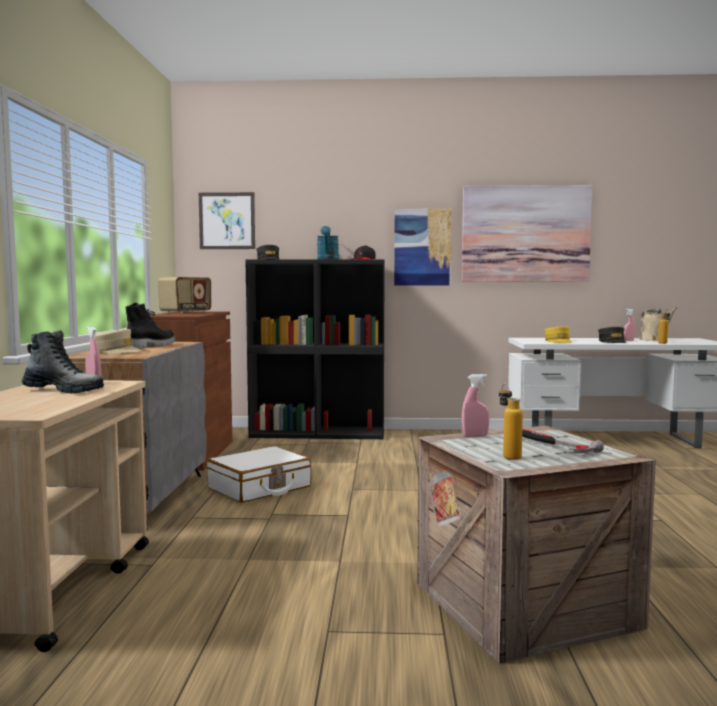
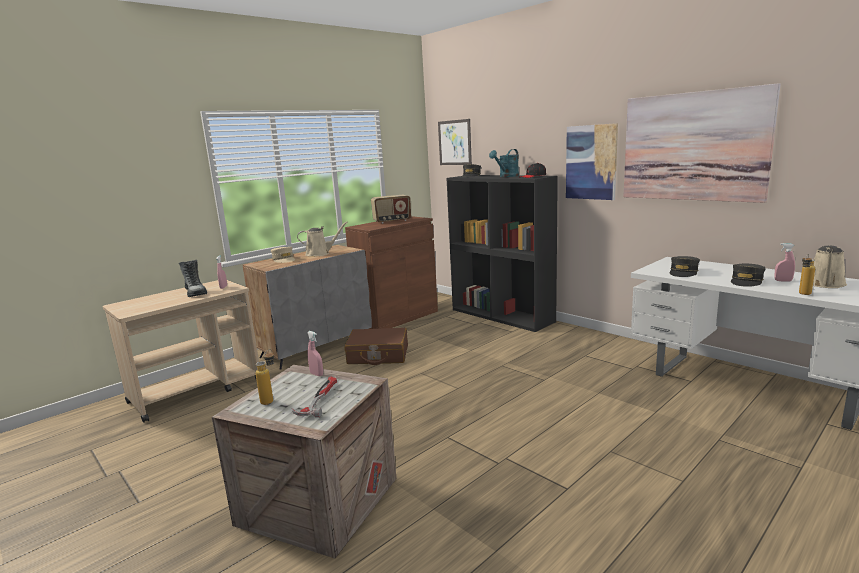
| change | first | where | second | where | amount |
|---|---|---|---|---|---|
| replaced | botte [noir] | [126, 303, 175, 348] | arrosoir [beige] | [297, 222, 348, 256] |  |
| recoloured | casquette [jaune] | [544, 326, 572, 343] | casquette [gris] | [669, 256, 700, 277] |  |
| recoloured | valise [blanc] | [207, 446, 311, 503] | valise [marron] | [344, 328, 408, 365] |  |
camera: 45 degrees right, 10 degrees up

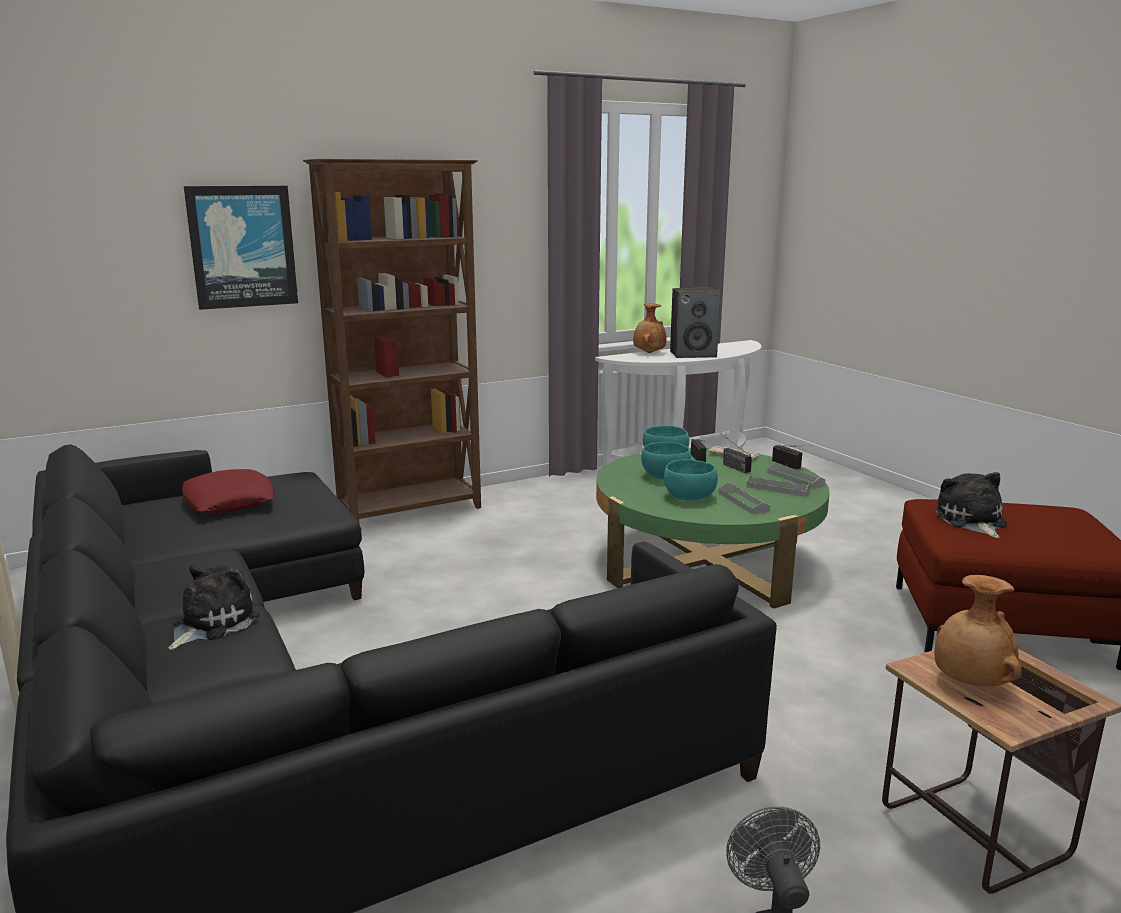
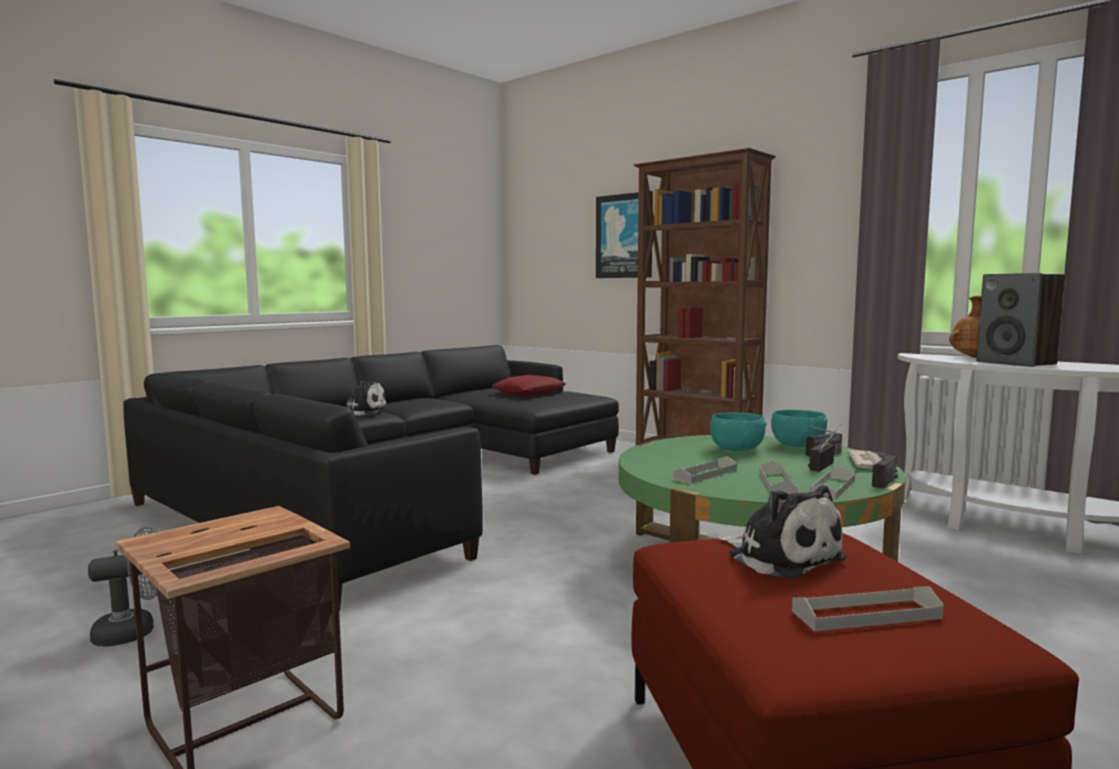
| change | first | where | second | where | amount |
|---|---|---|---|---|---|
| removed | bol [turquoise] | [664, 459, 718, 500] |  |  |  |
| turned | peluche | [936, 472, 1007, 538] |  | [718, 485, 847, 579] | 75 degrees clockwise |
| removed | vase [marron] | [934, 575, 1022, 686] |  |  |  |
| added |  |  | plateau [gris] | [792, 586, 944, 631] |  |
camera: 70 degrees right, 10 degrees down

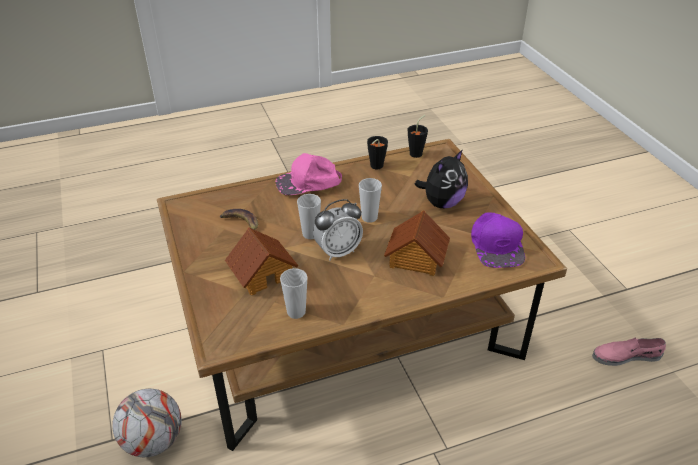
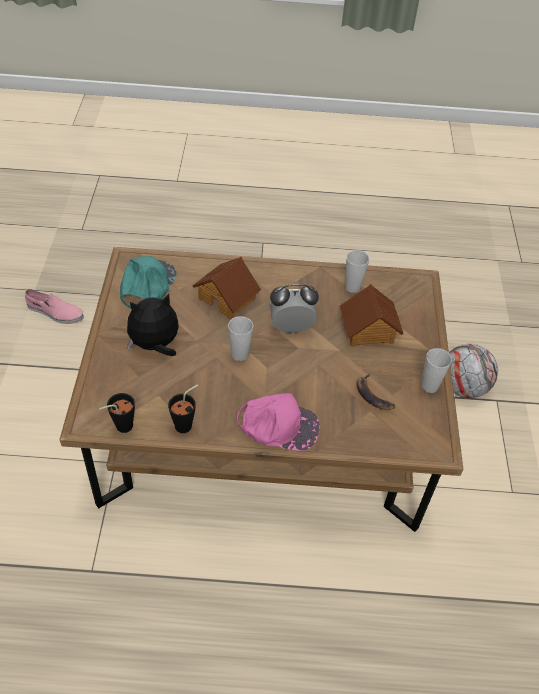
| change | first | where | second | where | amount |
|---|---|---|---|---|---|
| moved | tasse | [297, 194, 321, 239] |  | [421, 348, 452, 393] |  |
| recoloured | casquette [violet] | [471, 212, 525, 268] | casquette [turquoise] | [120, 256, 177, 309] |  |
camera: 160 degrees left, 10 degrees up

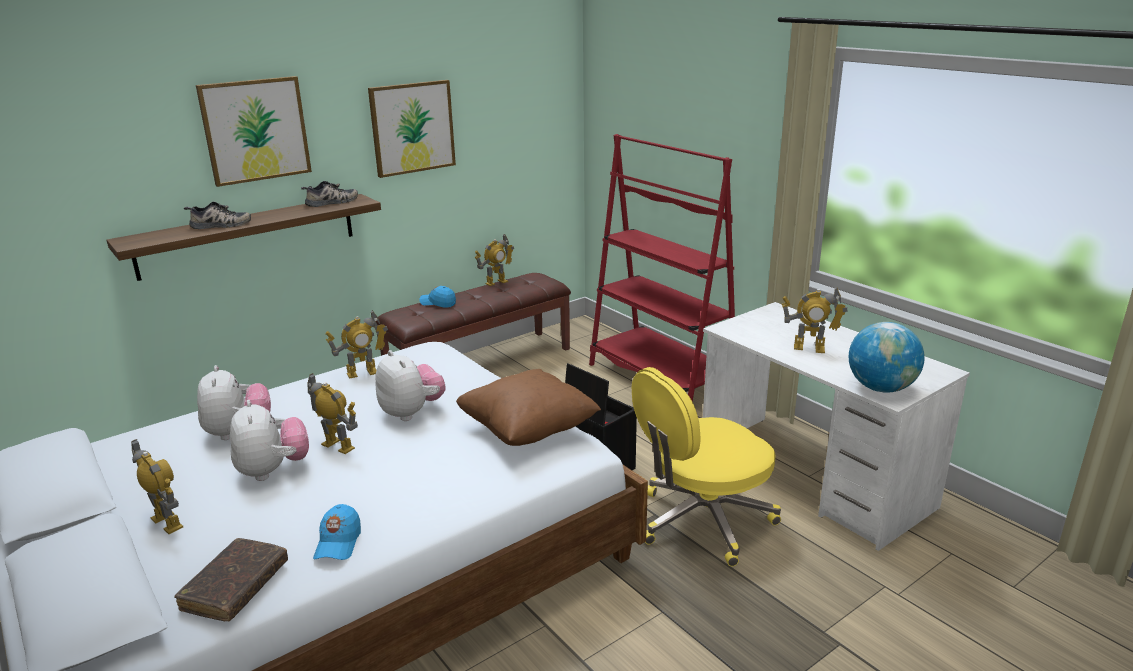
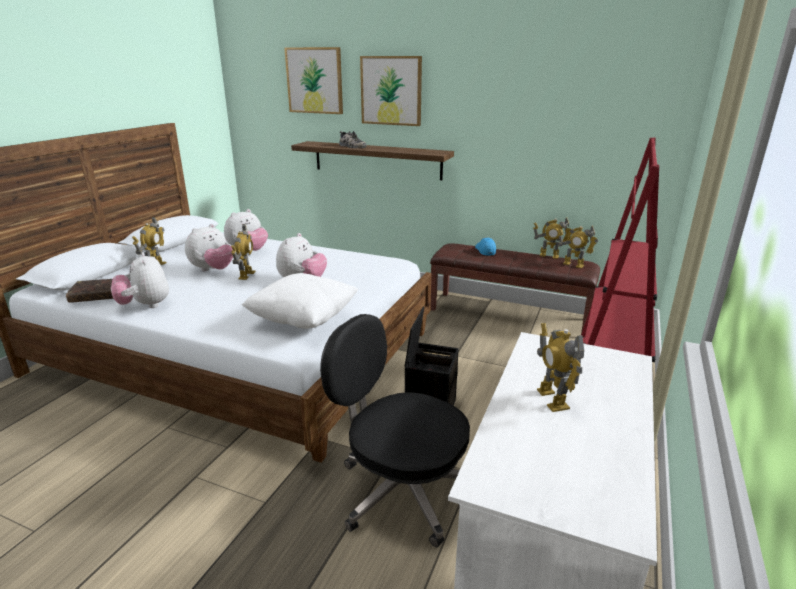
| change | first | where | second | where | amount |
|---|---|---|---|---|---|
| moved | tableau | [368, 80, 456, 178] |  | [284, 47, 343, 114] |  |
| removed | chaussure | [301, 181, 358, 207] |  |  |  |
| moved | robot jouet | [325, 310, 388, 379] |  | [558, 225, 598, 268] |  |
| removed | globe | [849, 322, 925, 393] |  |  |  |
| recoloured | chaise de bureau [jaune] | [632, 367, 781, 566] | chaise de bureau [noir] | [320, 314, 470, 547] |  |
| recoloured | coussin [marron] | [456, 369, 601, 446] | coussin [blanc] | [241, 273, 359, 329] |  |
| replaced | casquette [bleu] | [313, 504, 361, 560] | peluche | [111, 252, 169, 308] |  |
camera: 60 degrees right, 0 degrees up

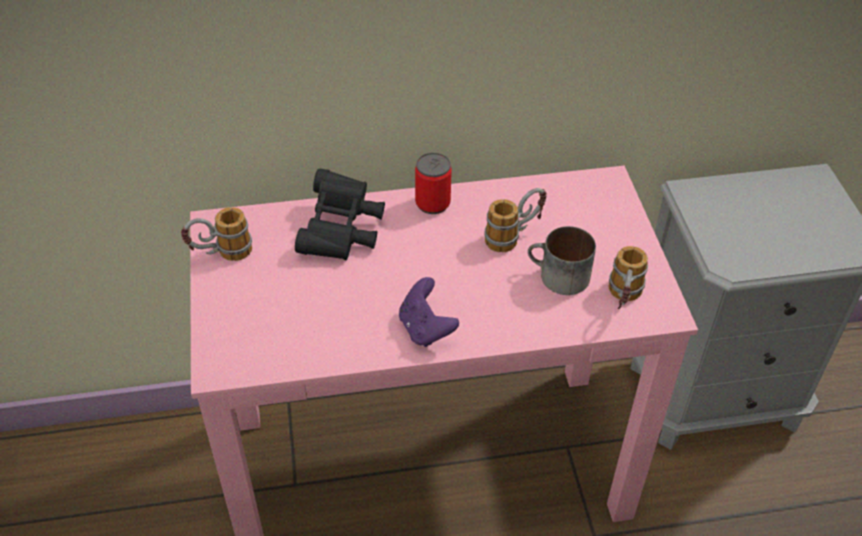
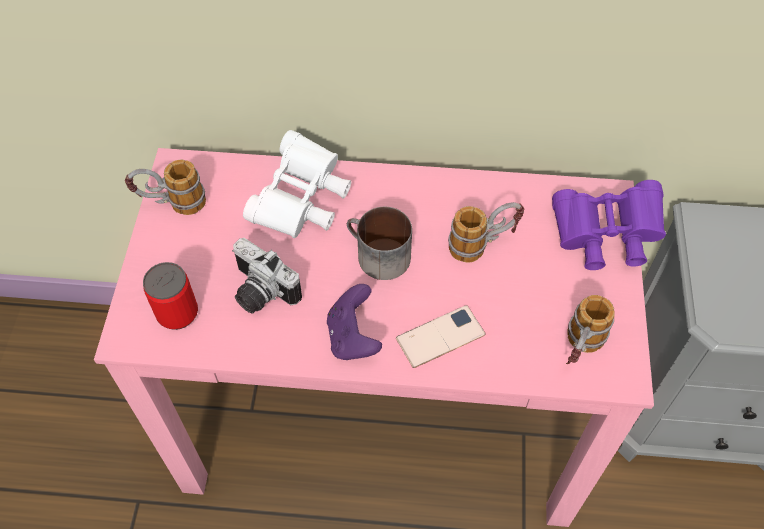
| change | first | where | second | where | amount |
|---|---|---|---|---|---|
| moved | boîte métallique | [415, 153, 452, 214] |  | [143, 262, 198, 330] |  |
| recoloured | jumelles [noir] | [295, 169, 385, 260] | jumelles [blanc] | [243, 130, 351, 238] |  |
| moved | mug | [528, 226, 596, 295] |  | [347, 207, 412, 280] |  |
| added |  |  | jumelles [violet] | [552, 180, 666, 270] |  |
| added |  |  | appareil photo | [232, 238, 302, 313] |  |
| added |  |  | téléphone | [396, 305, 486, 368] |  |
camera: 15 degrees right, 10 degrees up

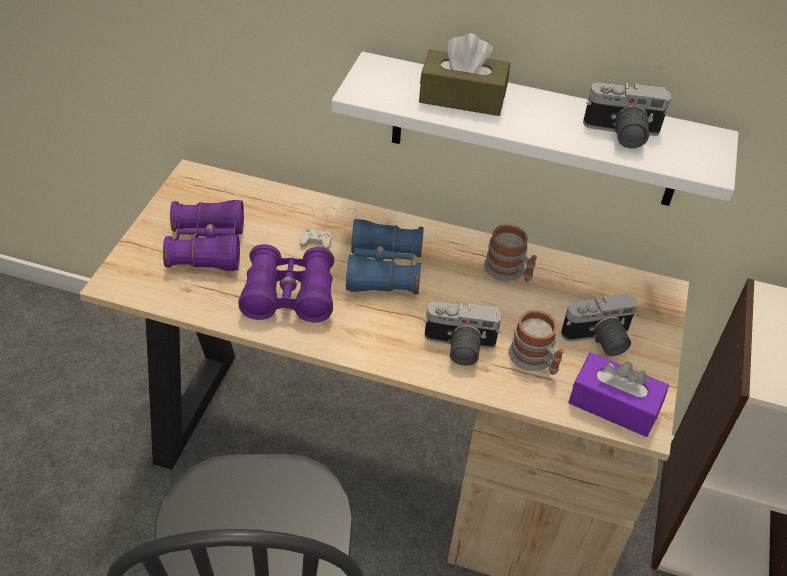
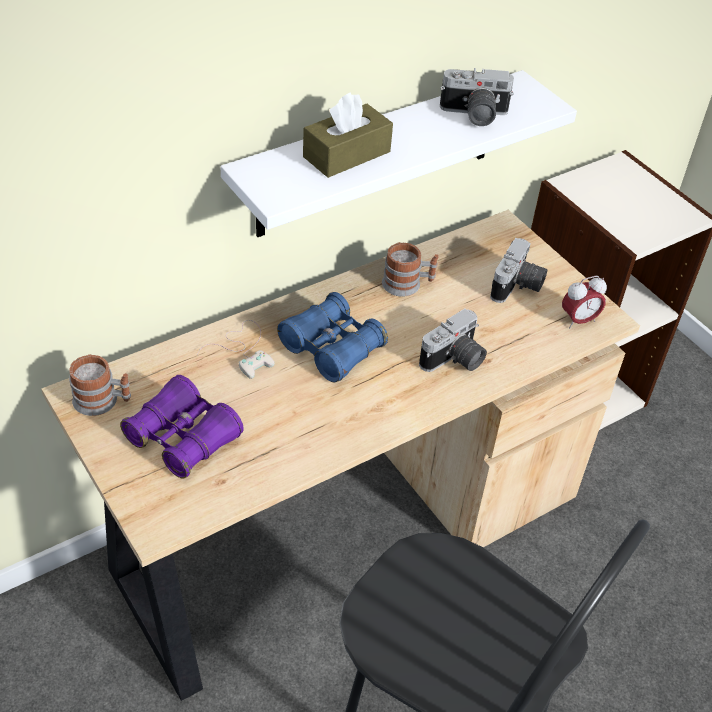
| change | first | where | second | where | amount |
|---|---|---|---|---|---|
| turned | appareil photo | [583, 82, 671, 149] |  | [440, 68, 514, 126] | 45 degrees clockwise |
| removed | jumelles [violet] | [238, 244, 334, 322] |  |  |  |
| moved | mug | [509, 310, 564, 375] |  | [69, 354, 131, 416] |  |
| replaced | boîte à mouchoirs [violet] | [568, 352, 669, 437] | réveil | [562, 276, 607, 328] |  |
camera: 50 degrees left, 0 degrees up

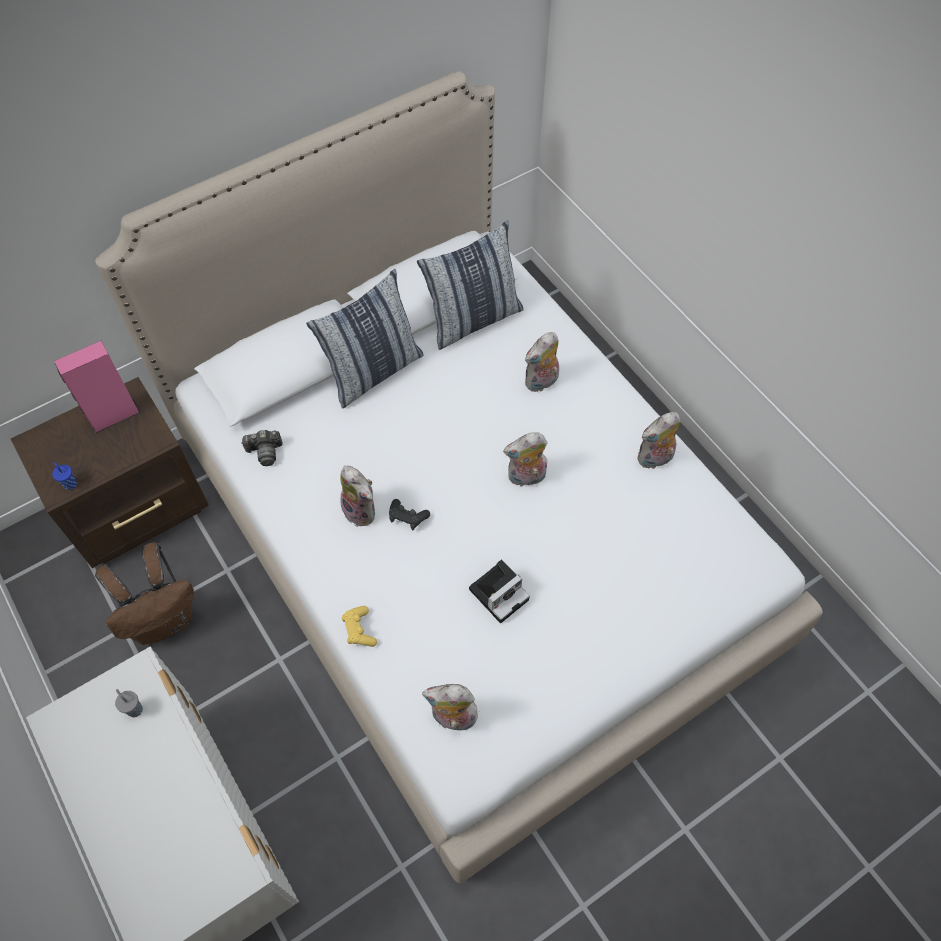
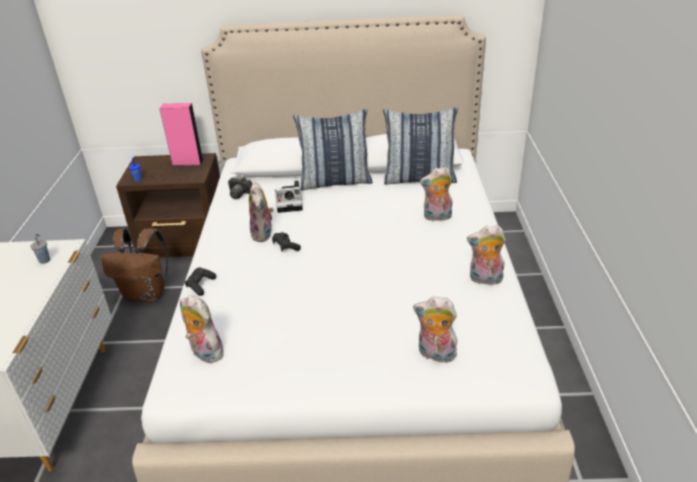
| change | first | where | second | where | amount |
|---|---|---|---|---|---|
| moved | peluche | [503, 432, 548, 487] |  | [413, 296, 459, 363] |  |
| moved | appareil photo | [469, 560, 530, 623] |  | [275, 181, 303, 213] |  |
| recoloured | manette [jaune] | [342, 606, 377, 647] | manette [noir] | [185, 267, 216, 296] |  |
camera: 35 degrees right, 25 degrees down

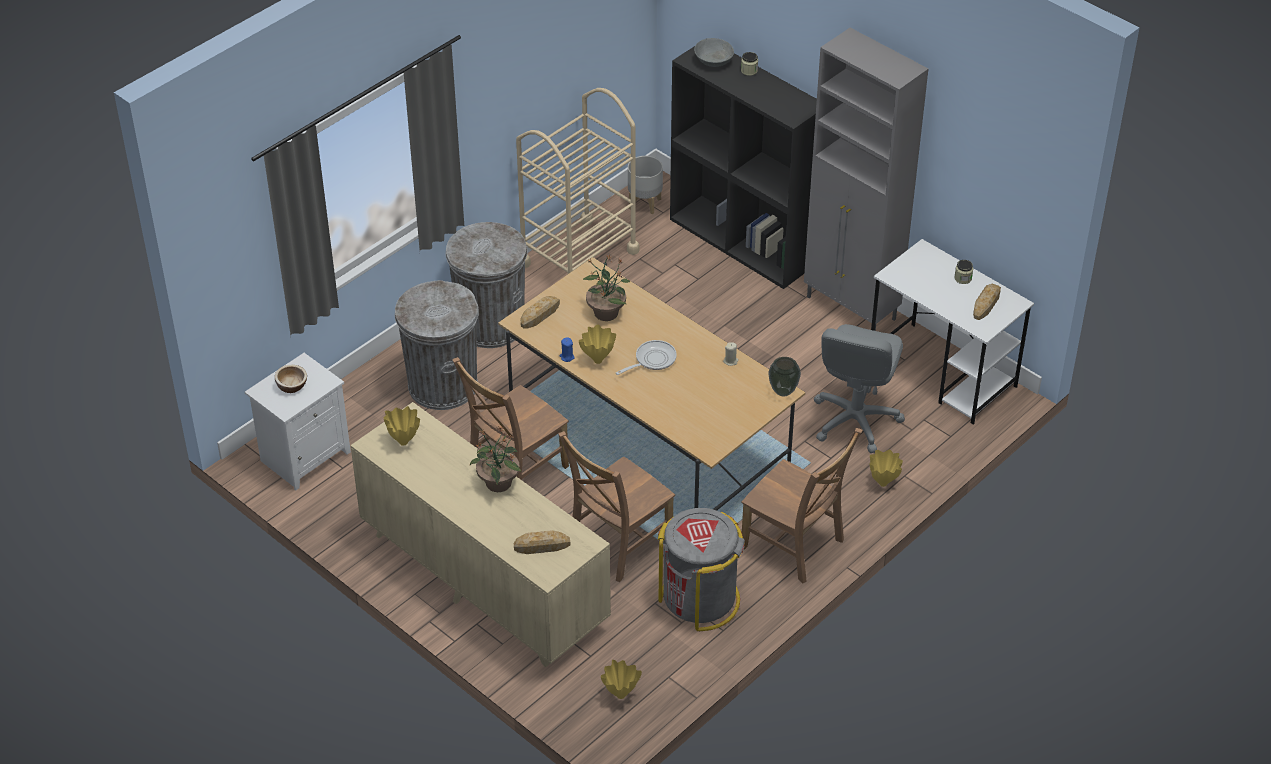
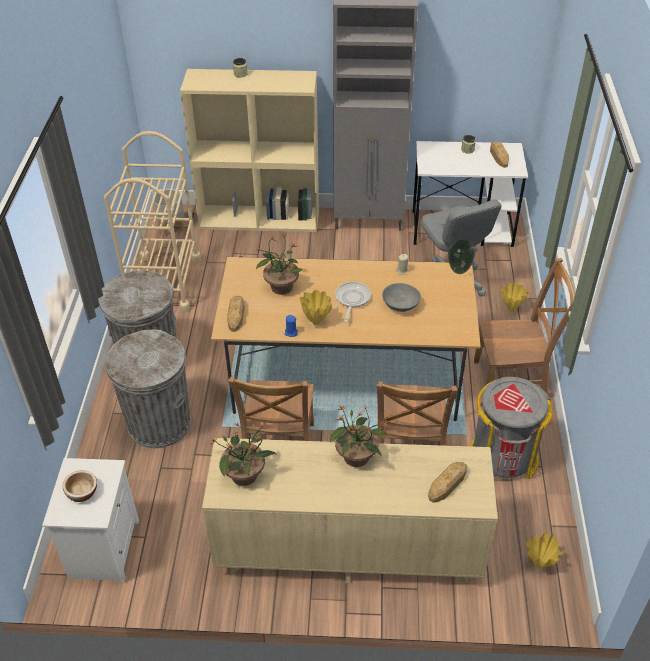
| change | first | where | second | where | amount |
|---|---|---|---|---|---|
| recoloured | bibliothèque [noir] | [670, 38, 817, 289] | bibliothèque [beige] | [180, 69, 319, 232] |  |
| moved | bol [gris] | [694, 38, 734, 67] |  | [382, 283, 421, 312] |  |
| replaced | vase [jaune] | [384, 406, 420, 446] | plante en pot | [210, 422, 276, 486] |  |
camera: 40 degrees left, 0 degrees up

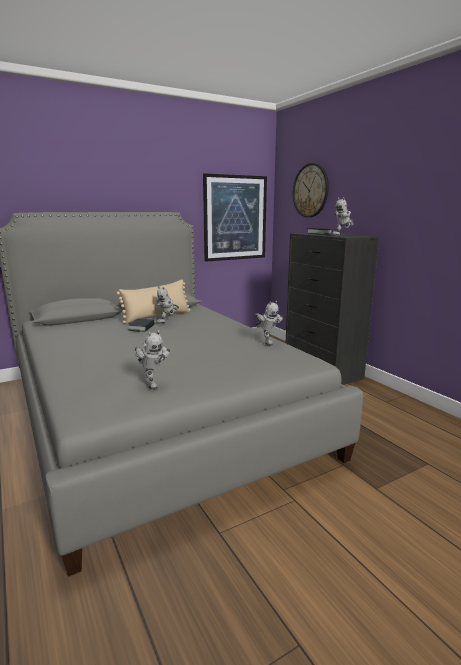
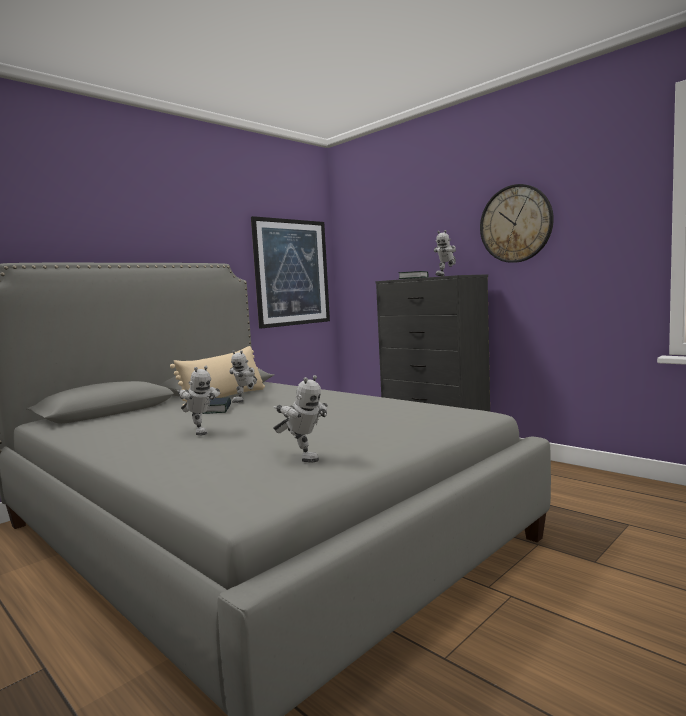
| change | first | where | second | where | amount |
|---|---|---|---|---|---|
| moved | horloge murale | [293, 163, 329, 217] |  | [480, 184, 554, 263] |  |
| moved | robot jouet | [255, 301, 283, 345] |  | [177, 366, 220, 436] |  |
camera: 15 degrees left, 10 degrees down

